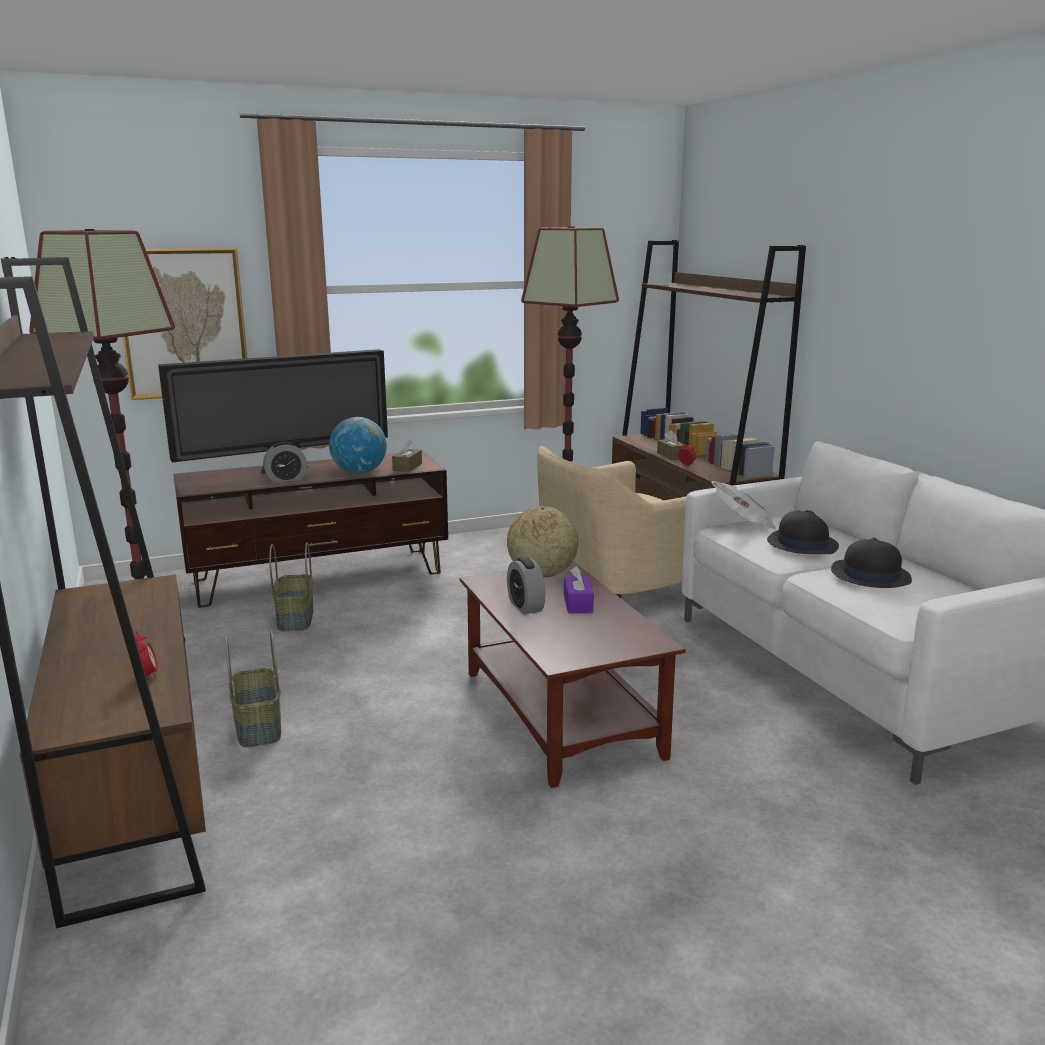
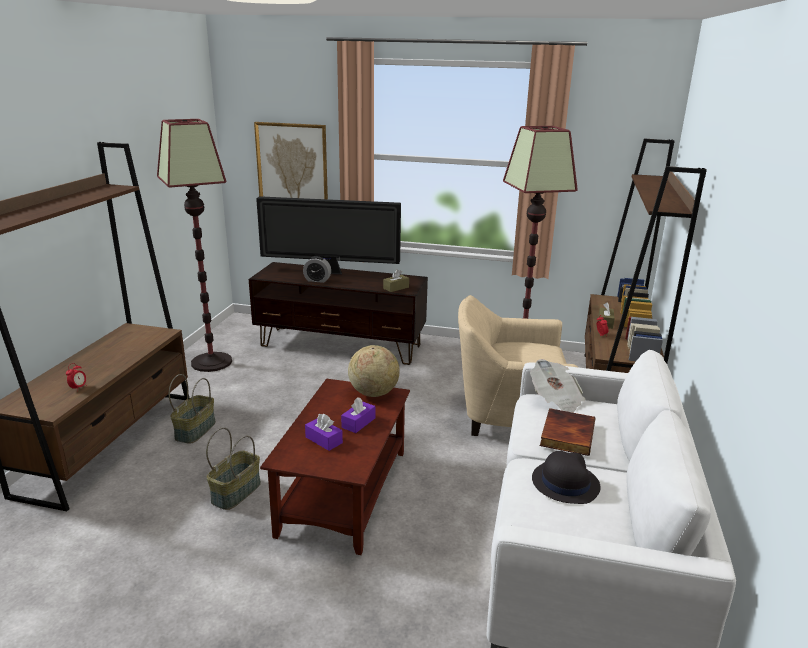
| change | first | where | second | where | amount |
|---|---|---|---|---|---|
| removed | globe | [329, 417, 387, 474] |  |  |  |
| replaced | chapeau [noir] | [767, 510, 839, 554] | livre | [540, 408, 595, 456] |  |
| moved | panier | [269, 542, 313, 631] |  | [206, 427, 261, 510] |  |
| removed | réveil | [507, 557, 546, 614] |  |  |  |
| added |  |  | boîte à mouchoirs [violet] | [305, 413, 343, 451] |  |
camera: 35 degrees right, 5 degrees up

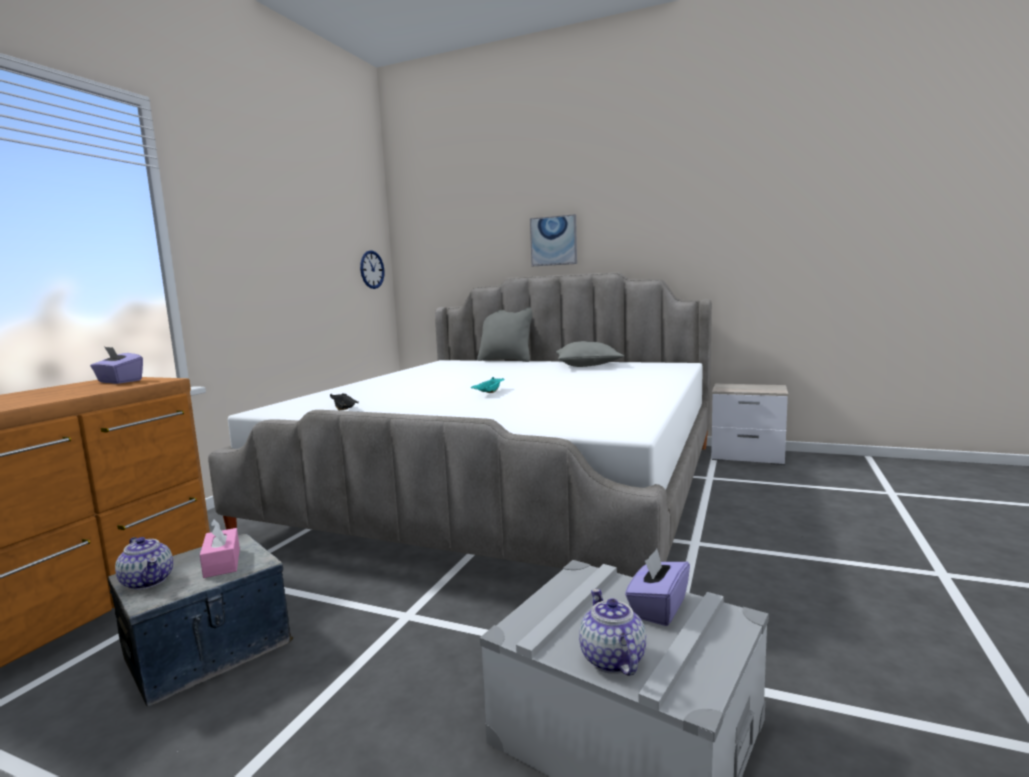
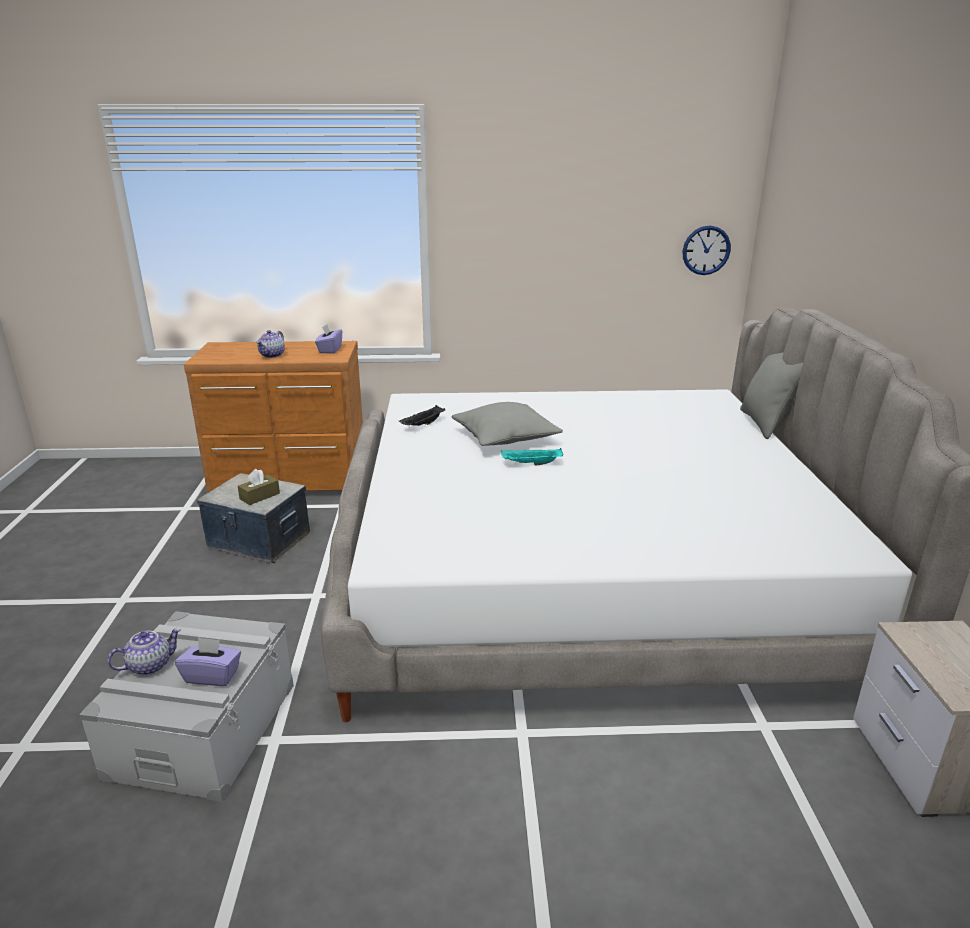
| change | first | where | second | where | amount |
|---|---|---|---|---|---|
| removed | tableau | [530, 214, 577, 266] |  |  |  |
| moved | coussin [gris] | [556, 341, 624, 367] |  | [452, 402, 563, 446] |  |
| recoloured | boîte à mouchoirs [rose] | [200, 519, 240, 578] | boîte à mouchoirs [marron] | [238, 469, 280, 505] |  |
| moved | théière | [115, 537, 173, 590] |  | [256, 330, 285, 358] |  |
camera: 65 degrees right, 15 degrees up

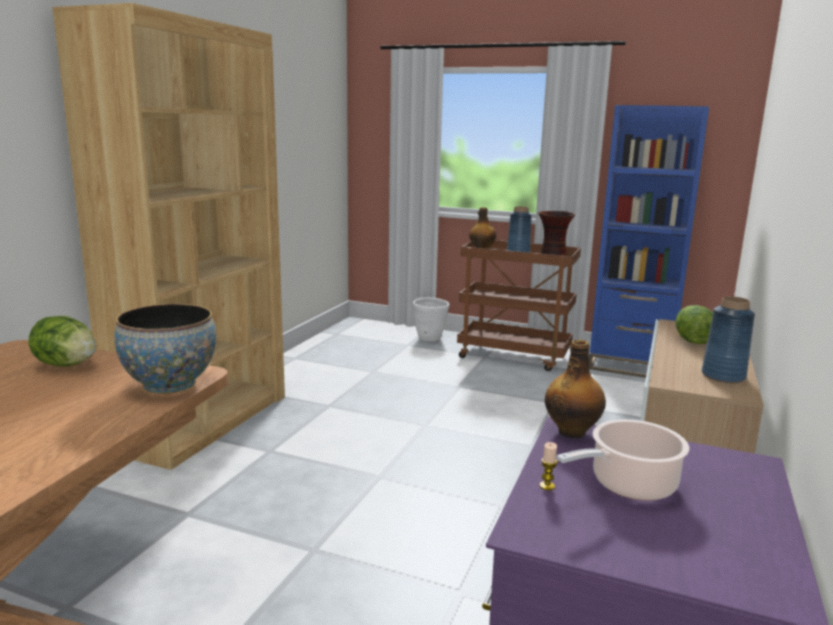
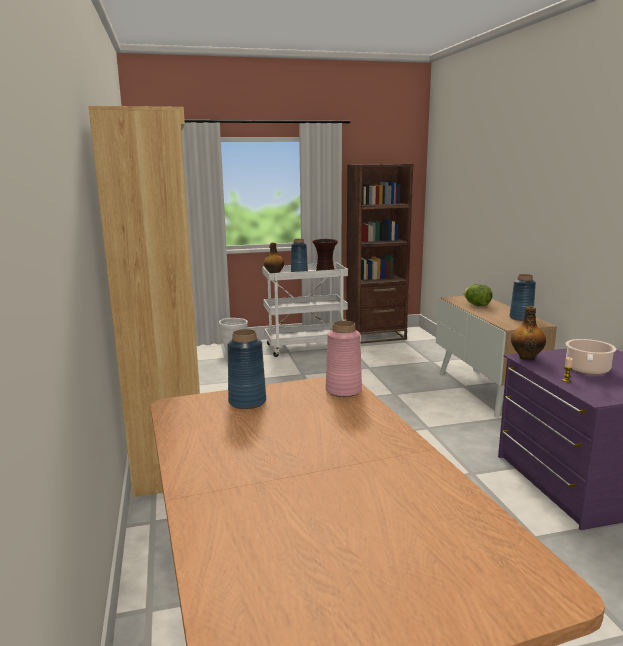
| change | first | where | second | where | amount |
|---|---|---|---|---|---|
| recoloured | bibliothèque [bleu] | [589, 105, 709, 378] | bibliothèque [marron] | [346, 164, 413, 344] |  |
| recoloured | chariot [marron] | [457, 240, 581, 371] | chariot [blanc] | [262, 262, 348, 357] |  |
| replaced | bol | [115, 304, 216, 394] | vase [rose] | [326, 321, 362, 397] |  |
| replaced | laitue | [28, 316, 96, 367] | vase [bleu] | [227, 329, 266, 409] |  |
camera: 35 degrees left, 0 degrees up

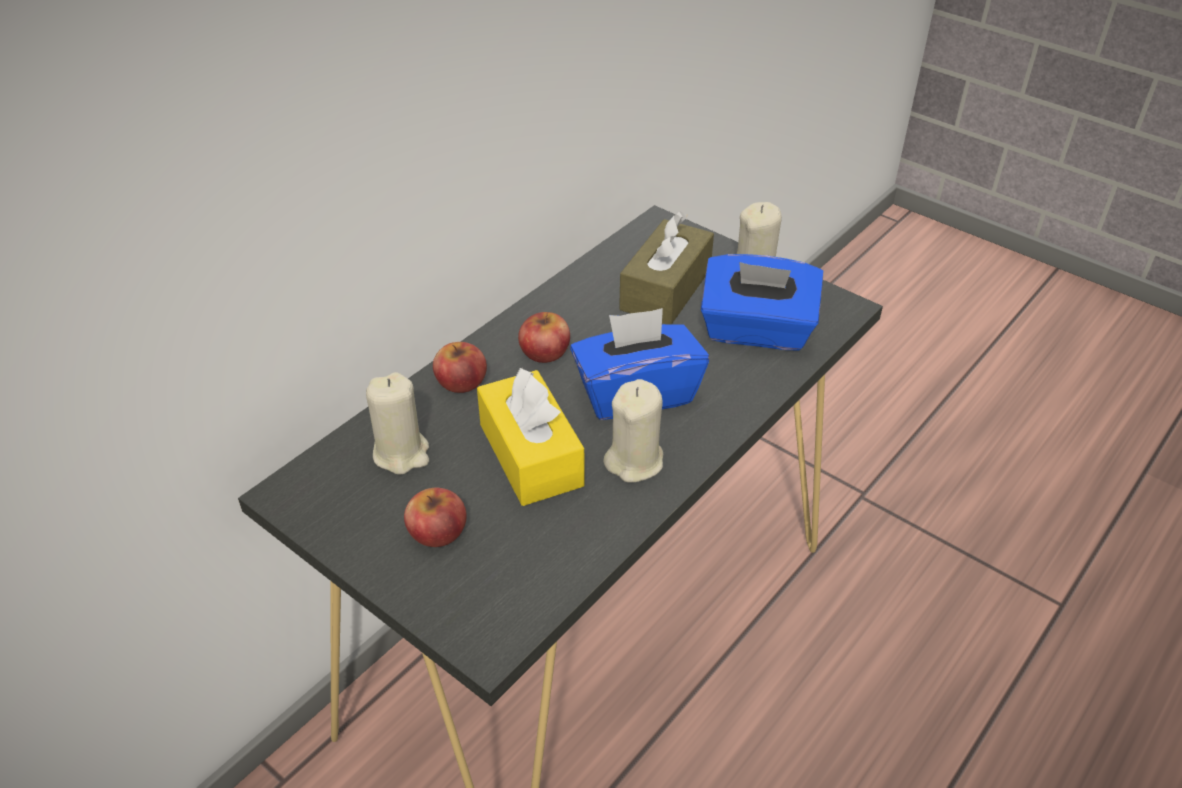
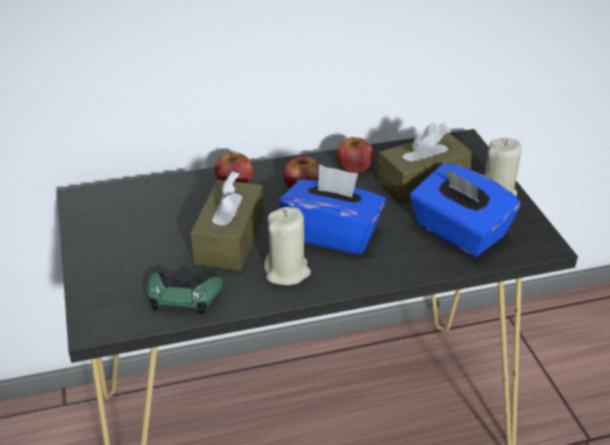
| change | first | where | second | where | amount |
|---|---|---|---|---|---|
| recoloured | boîte à mouchoirs [jaune] | [477, 368, 585, 506] | boîte à mouchoirs [marron] | [190, 171, 264, 271] |  |
| removed | bougie [beige] | [366, 372, 429, 475] |  |  |  |
| moved | pomme | [404, 488, 467, 547] |  | [336, 137, 374, 173] |  |
| added |  |  | manette [vert] | [146, 272, 223, 315] |  |
camera: 35 degrees right, 5 degrees down

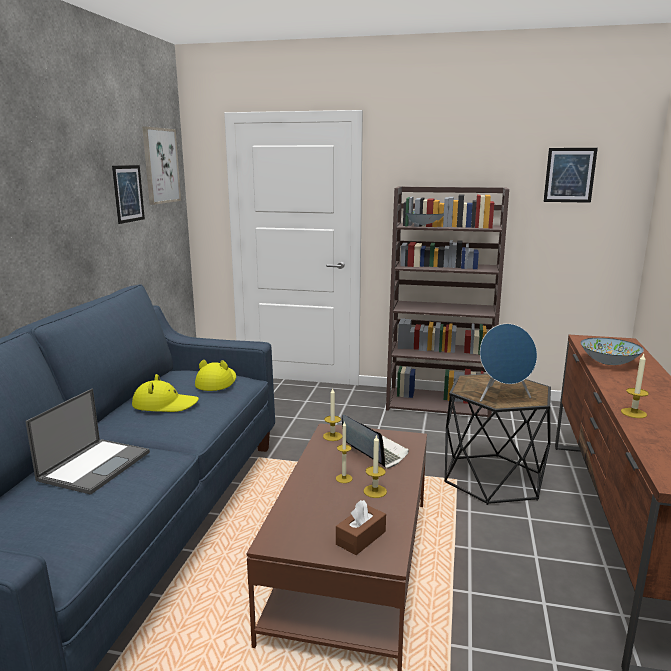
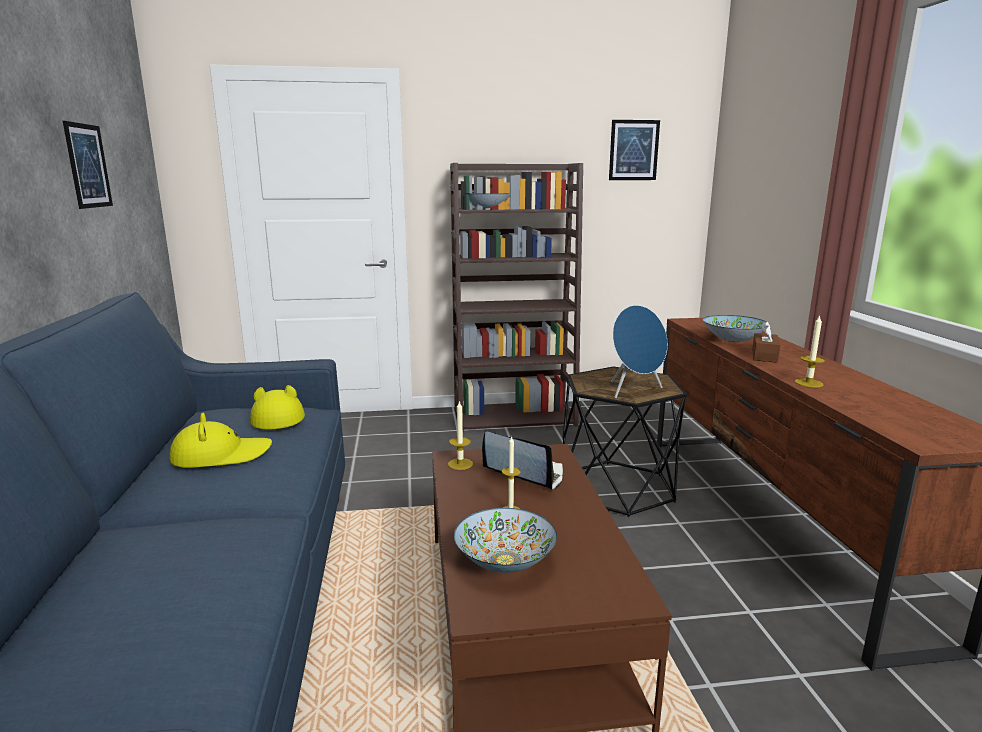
| change | first | where | second | where | amount |
|---|---|---|---|---|---|
| removed | tableau | [142, 127, 181, 205] |  |  |  |
| removed | ordinateur portable | [25, 388, 150, 495] |  |  |  |
| removed | bougie | [363, 434, 387, 498] |  |  |  |
| moved | boîte à mouchoirs [marron] | [336, 500, 386, 555] |  | [752, 321, 780, 363] |  |
| added |  |  | bol | [454, 508, 557, 573] |  |
camera: 20 degrees left, 0 degrees up

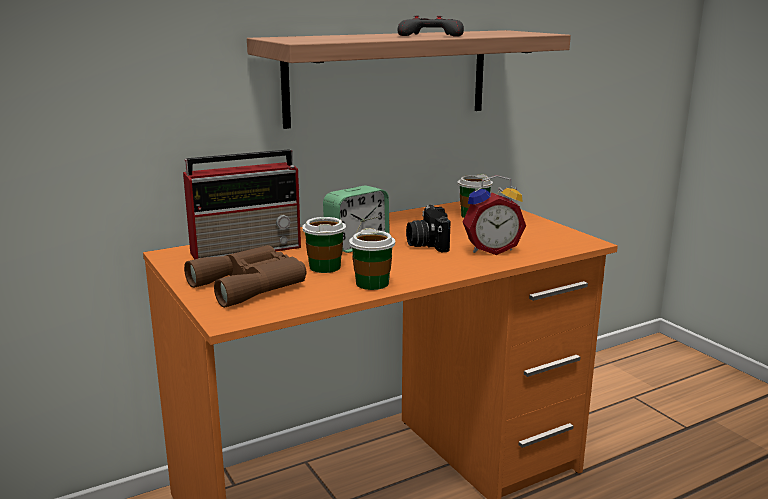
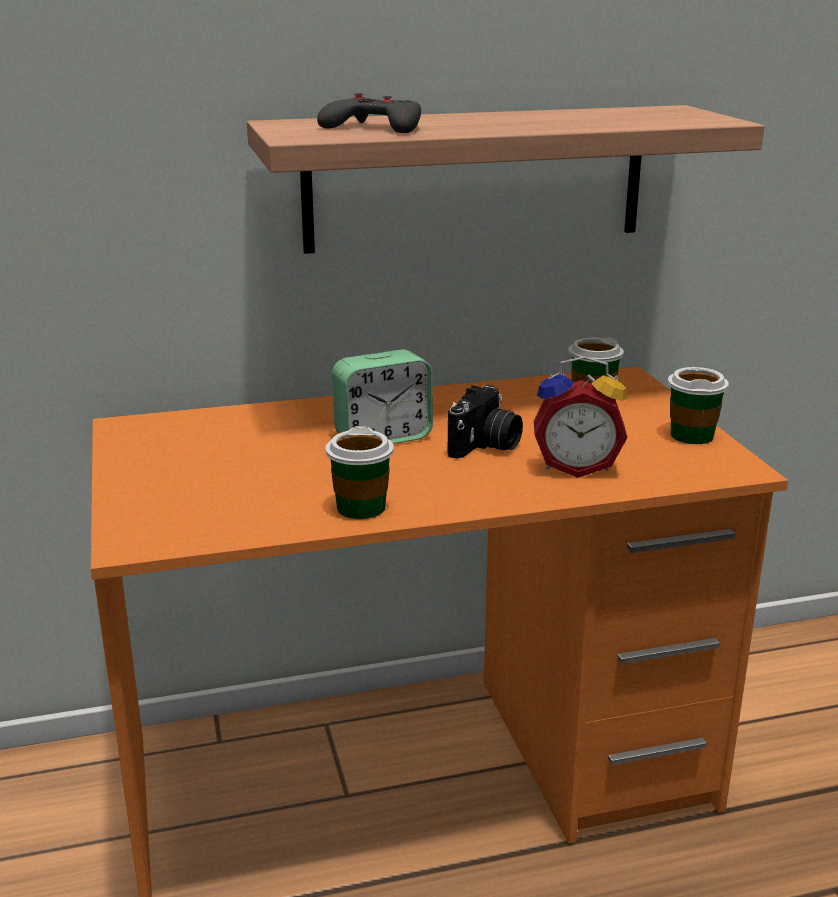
| change | first | where | second | where | amount |
|---|---|---|---|---|---|
| moved | manette [gris] | [398, 16, 464, 37] |  | [317, 93, 421, 133] |  |
| removed | radio | [183, 149, 301, 259] |  |  |  |
| turned | appareil photo | [406, 205, 450, 252] |  | [447, 385, 523, 459] | 150 degrees counterclockwise |
| moved | tasse | [302, 217, 346, 273] |  | [668, 367, 729, 444] |  |
| removed | jumelles [marron] | [184, 245, 307, 308] |  |  |  |
camera: 15 degrees right, 5 degrees up

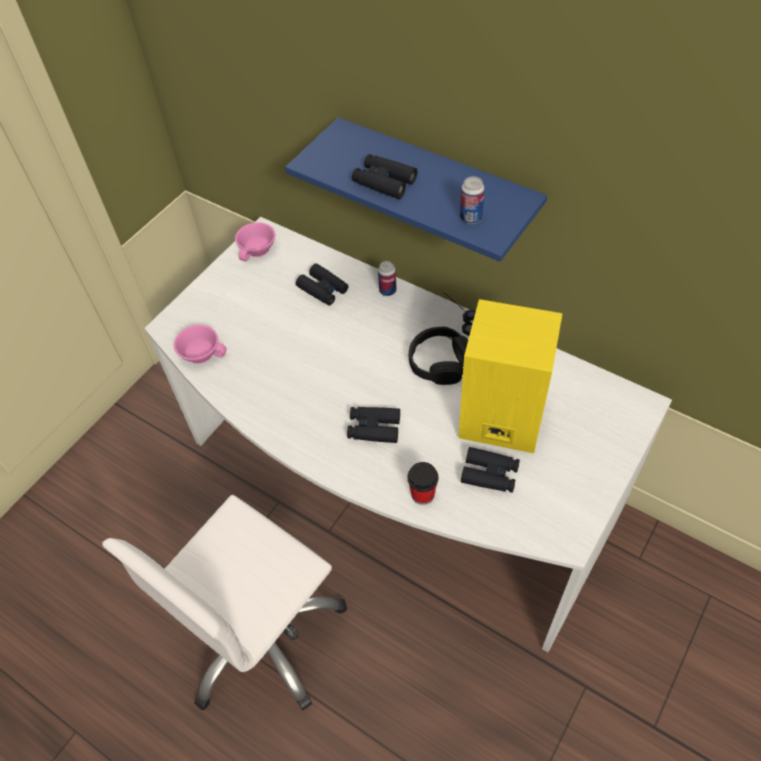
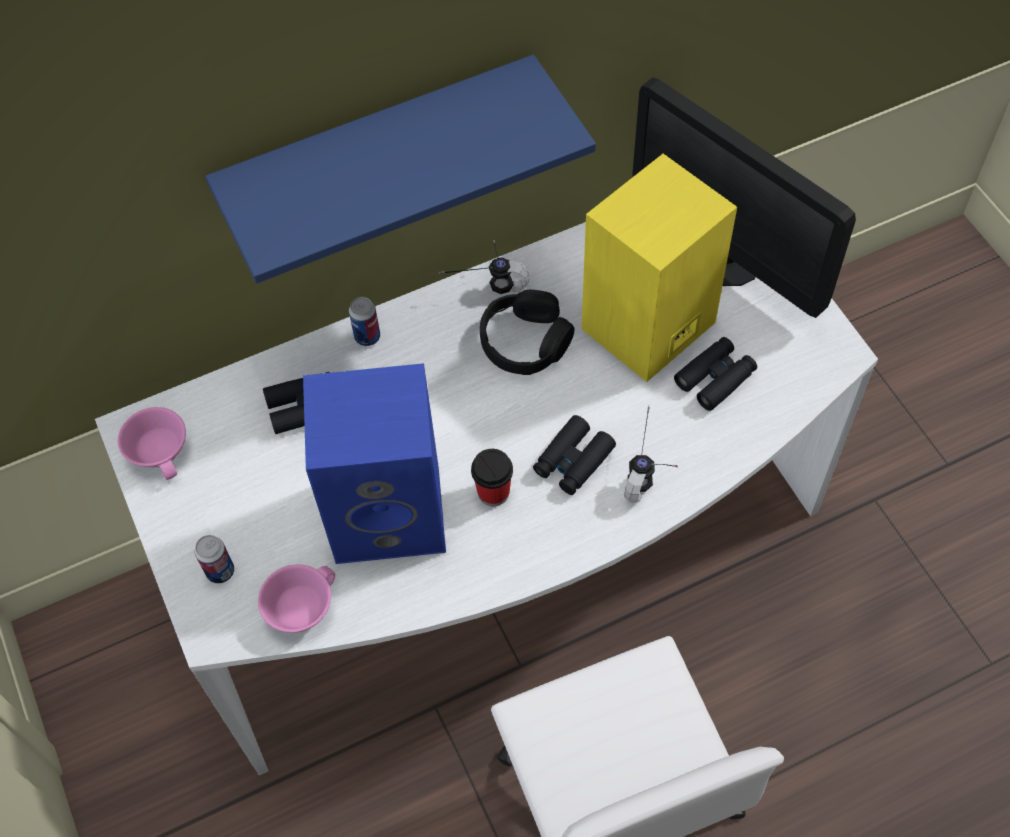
| change | first | where | second | where | amount |
|---|---|---|---|---|---|
| removed | jumelles [noir] | [352, 154, 418, 199] |  |  |  |
| moved | boîte métallique | [460, 176, 485, 224] |  | [195, 535, 234, 584] |  |
| moved | tasse | [407, 462, 439, 505] |  | [471, 449, 513, 506] |  |
| added |  |  | écran d'ordinateur | [633, 77, 856, 318] |  |
| added |  |  | enceinte [bleu] | [303, 363, 446, 564] |  |
| added |  |  | casque audio | [624, 406, 678, 502] |  |
camera: 60 degrees left, 5 degrees up

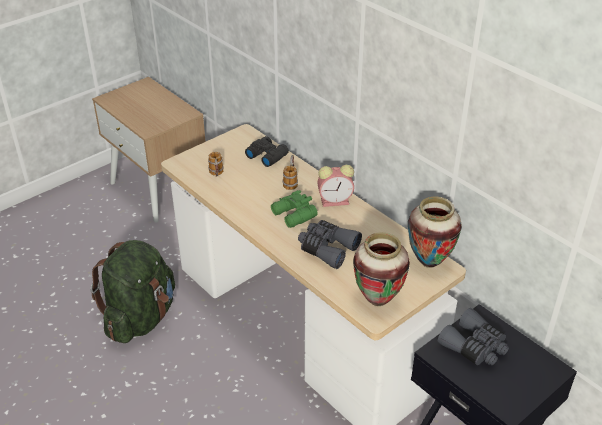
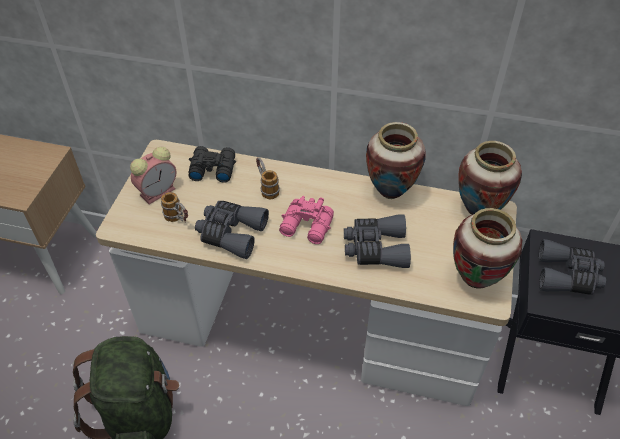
| change | first | where | second | where | amount |
|---|---|---|---|---|---|
| moved | réveil | [317, 165, 354, 207] |  | [130, 147, 177, 204] |  |
| recoloured | jumelles [vert] | [271, 190, 318, 228] | jumelles [rose] | [279, 196, 334, 244] |  |
| added |  |  | vase | [366, 122, 426, 199] |  |
| added |  |  | jumelles [gris] | [195, 201, 269, 259] |  |
camera: 35 degrees left, 10 degrees up

